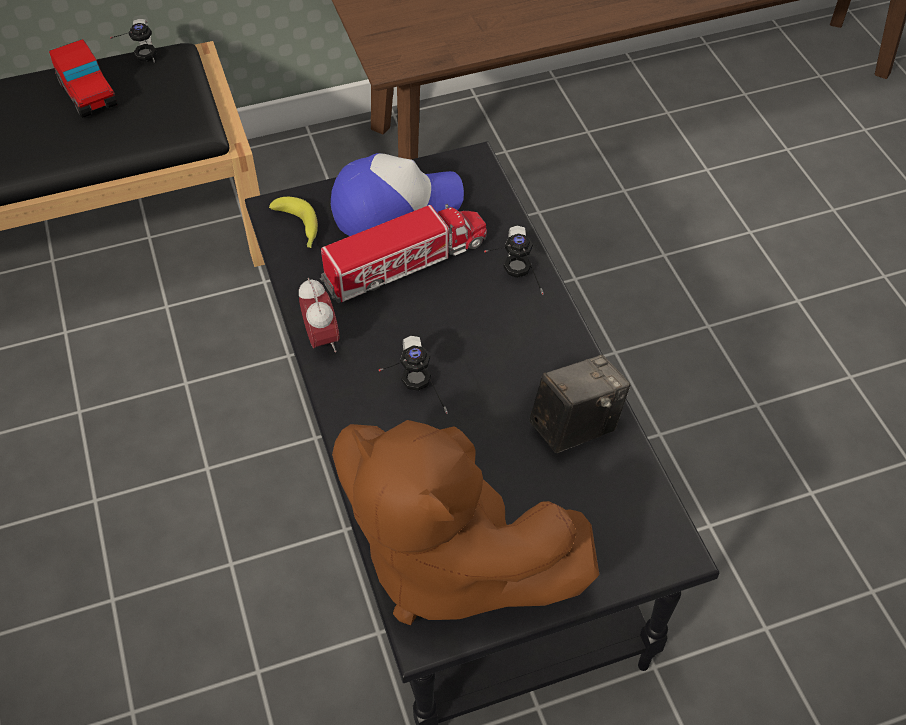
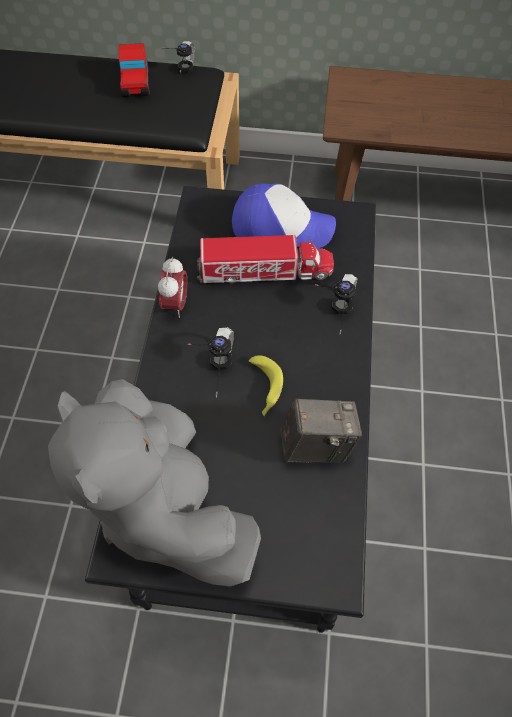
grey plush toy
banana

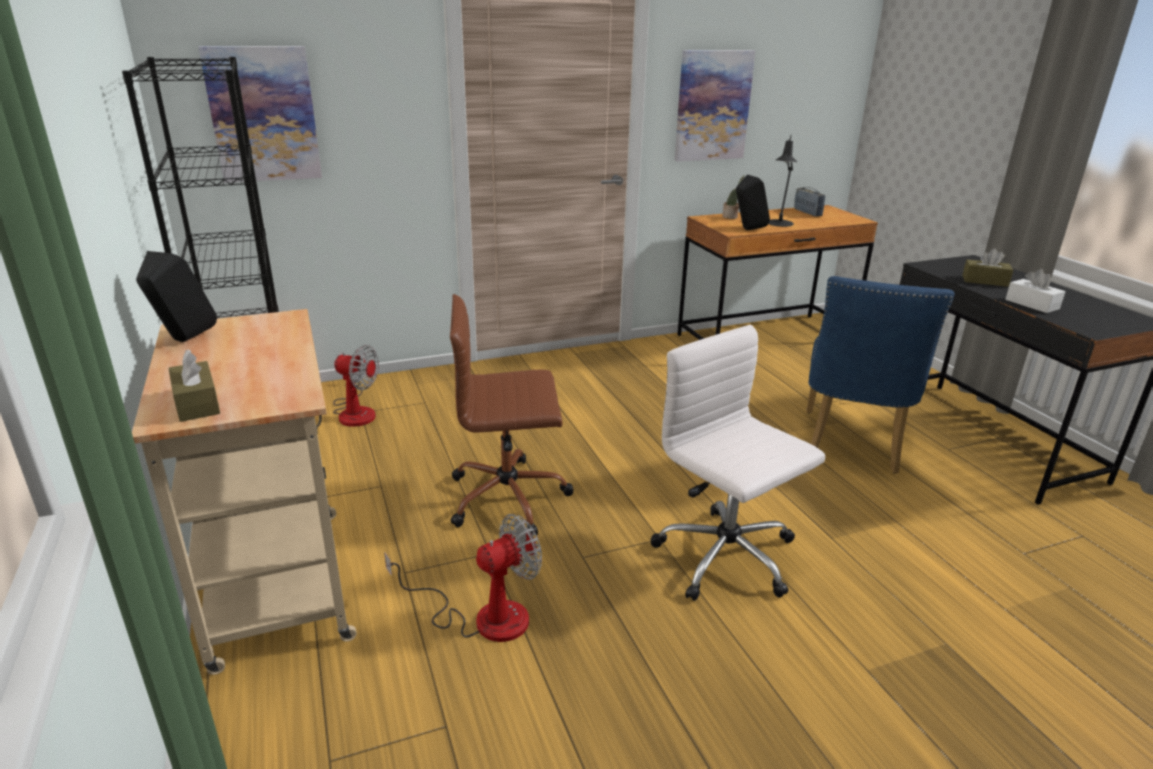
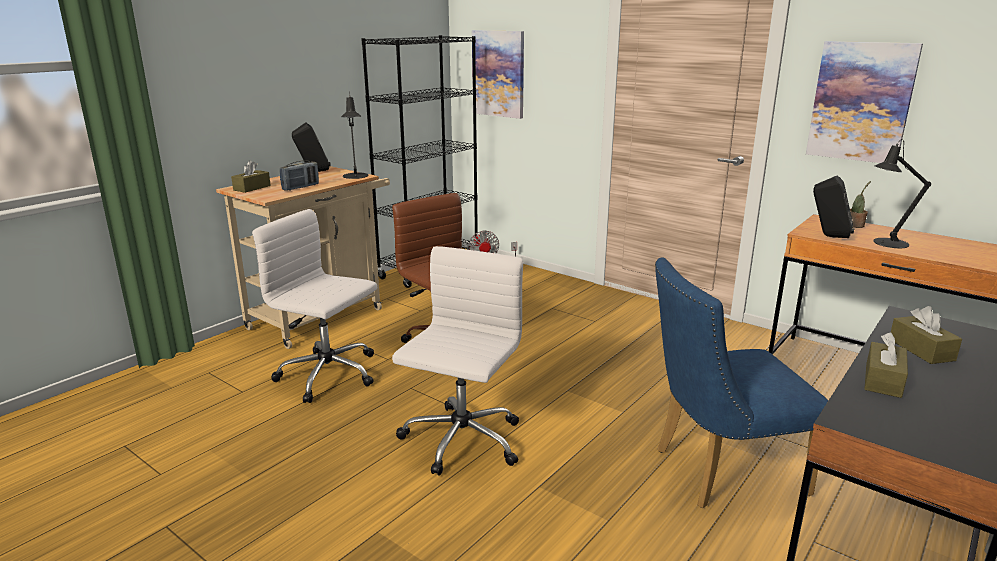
white office chair (1st from left)
radio
black table lamp (1st from left)
brown tissue box (2nd from left)

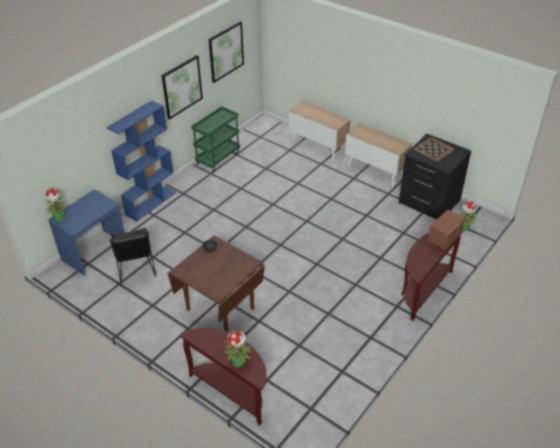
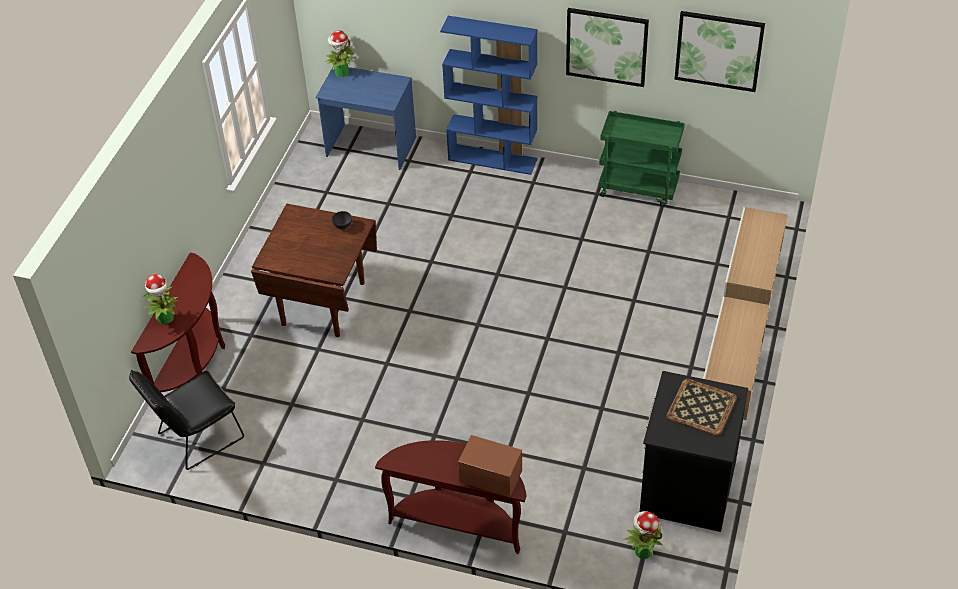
black chair

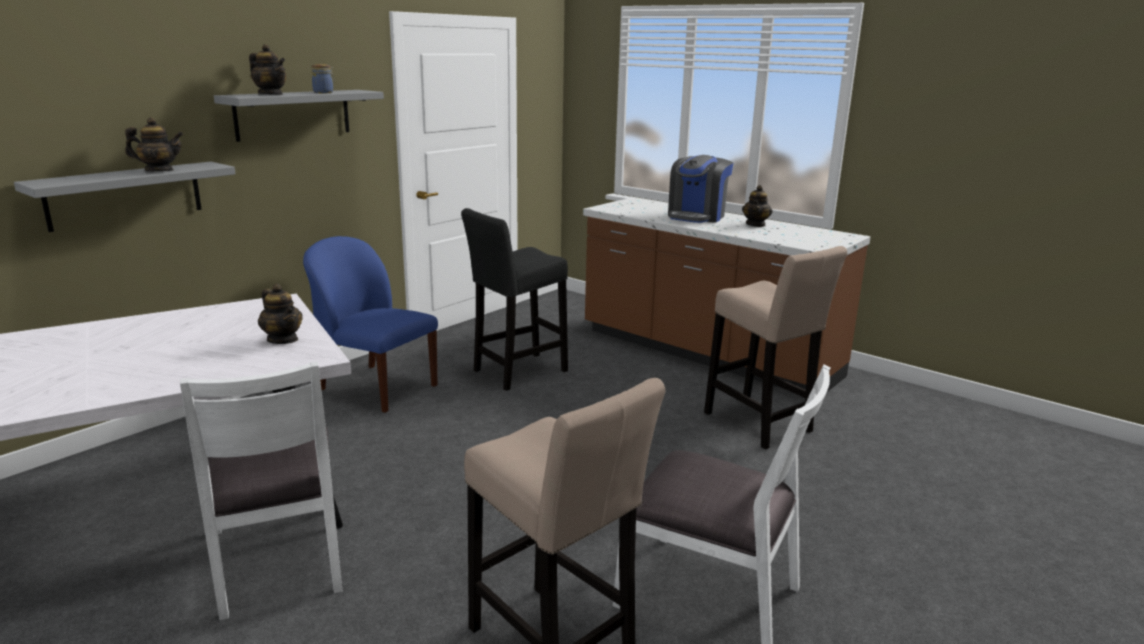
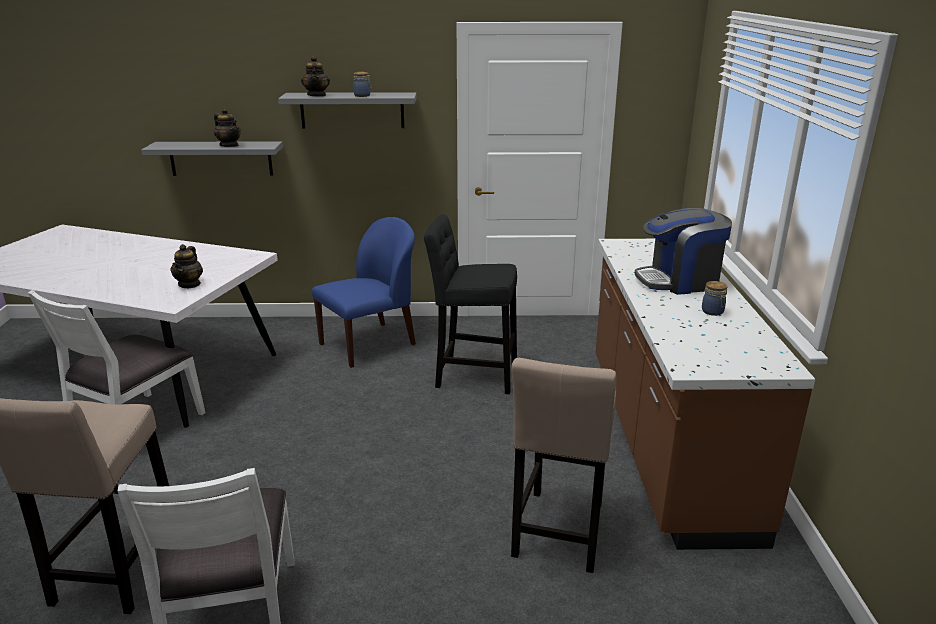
blue chair
jar (2nd from left)

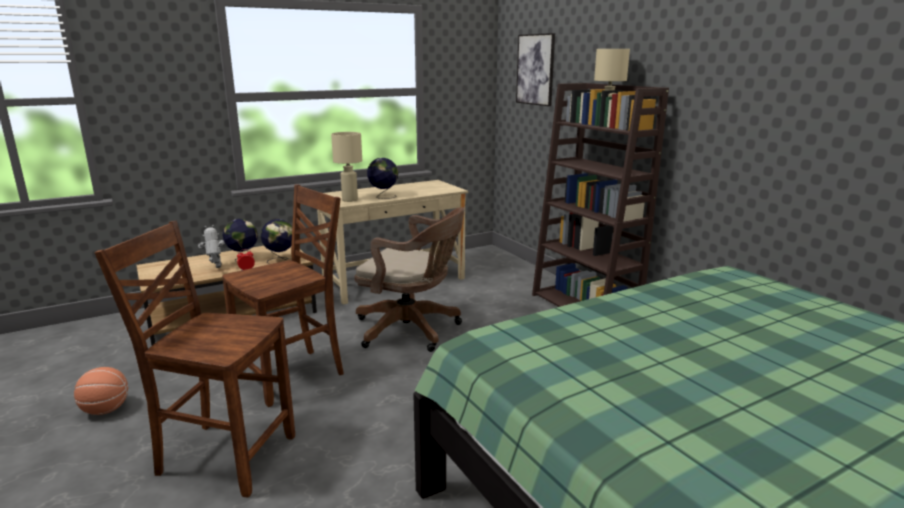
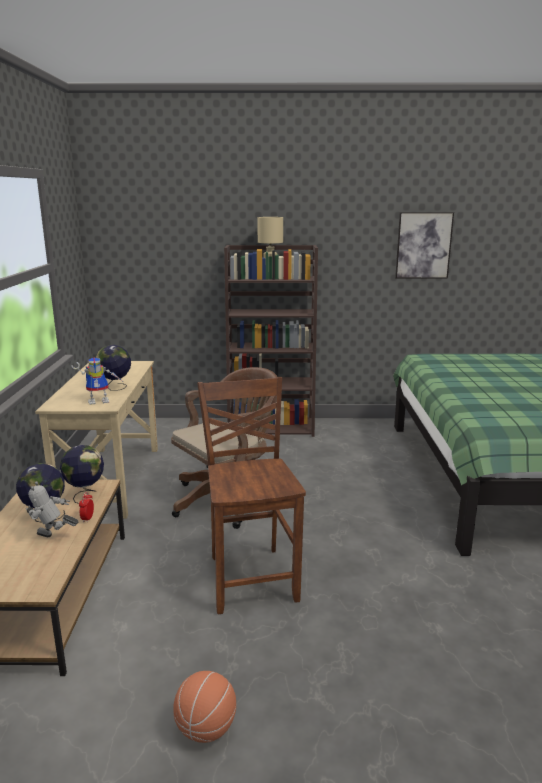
toy robot (2nd from left)
picture
brown chair (1st from left in the first image)

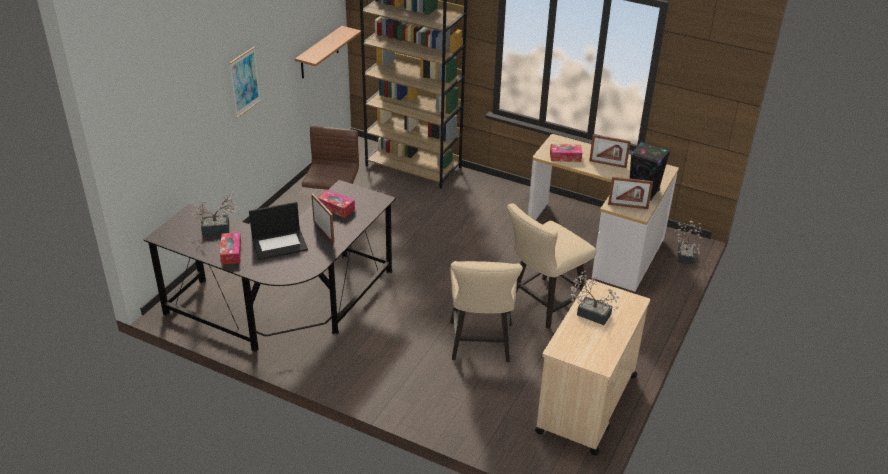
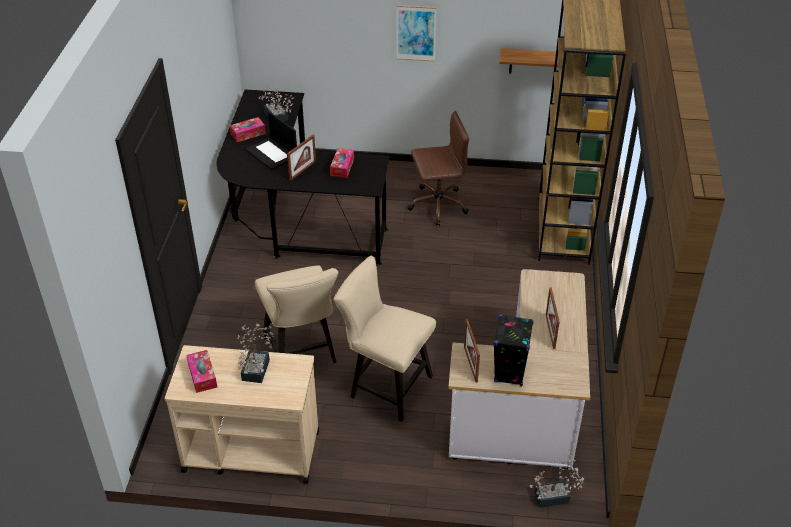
tissue box (1st from left)
beige chair (1st from left)

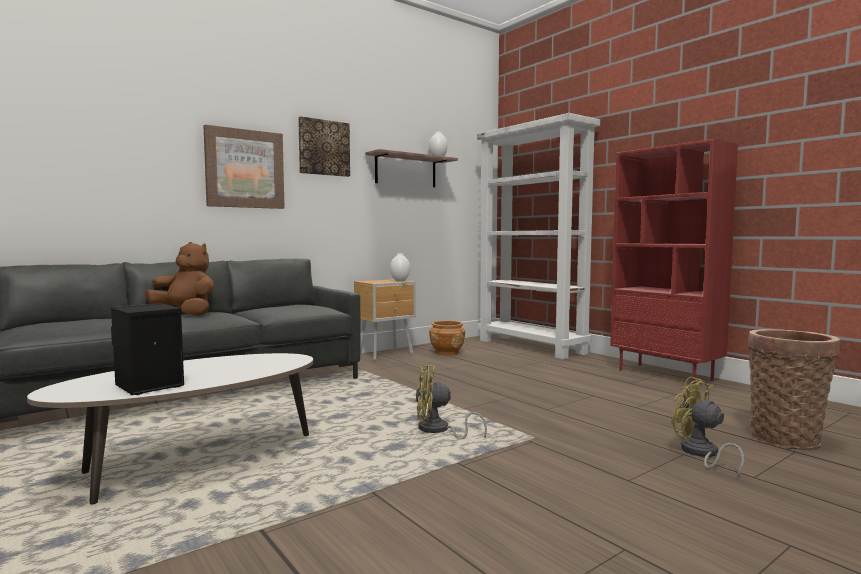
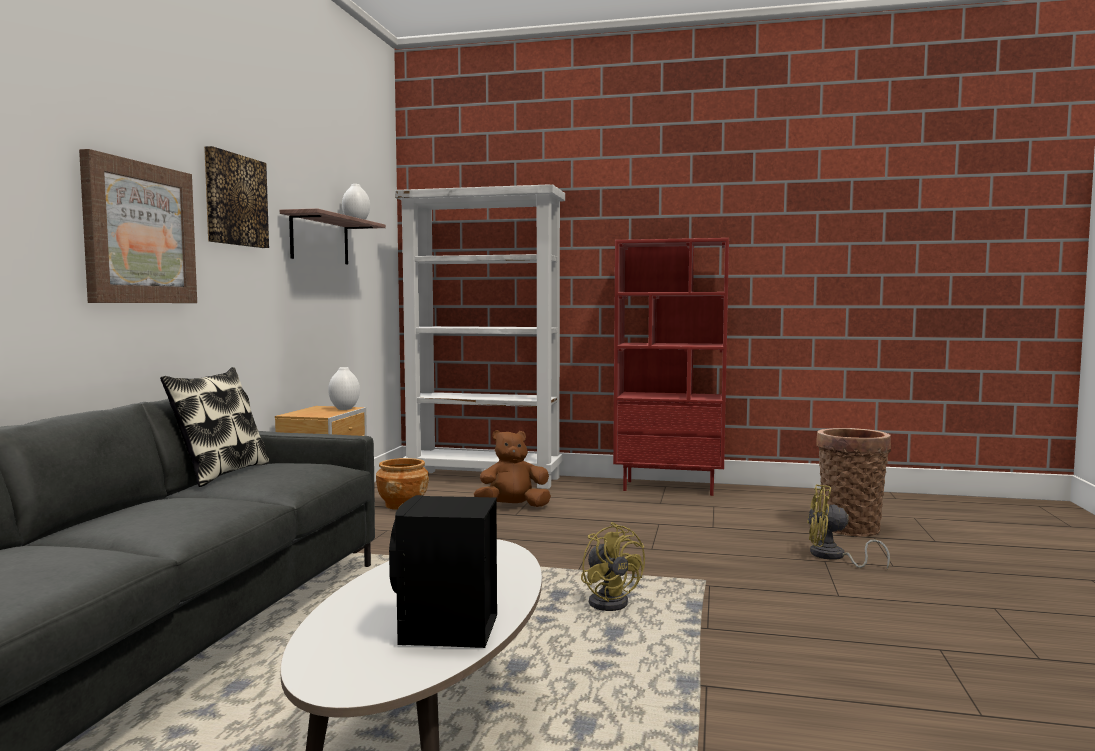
pillow
brown plush toy
yellow fan (1st from left)

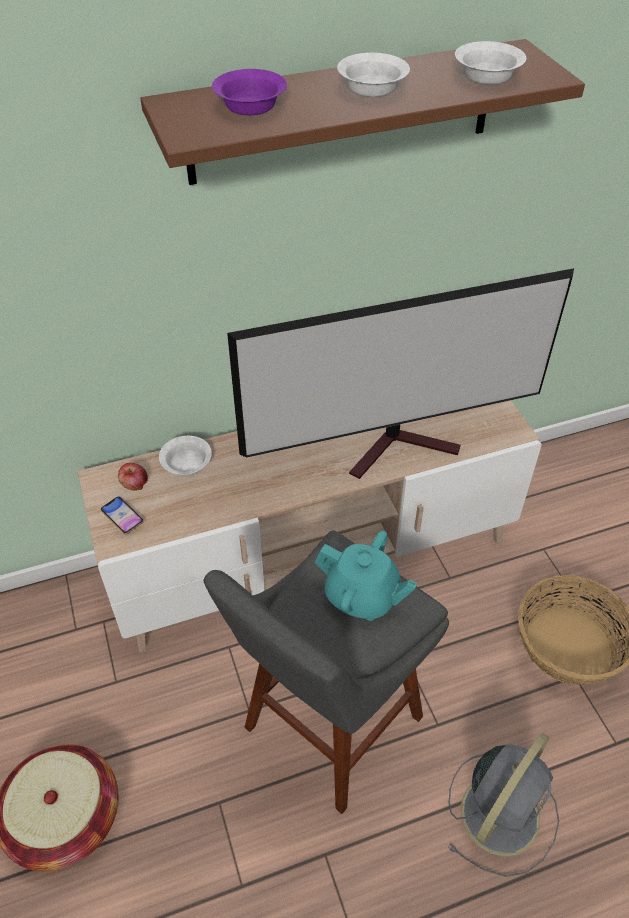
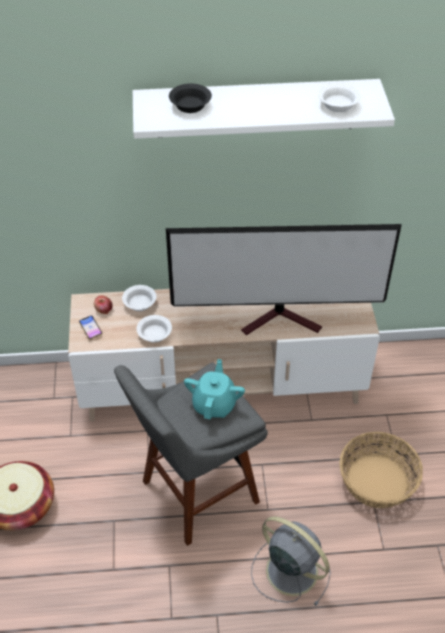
white shelf
white bowl (2nd from left)
black bowl
turquoise teapot
grey fan

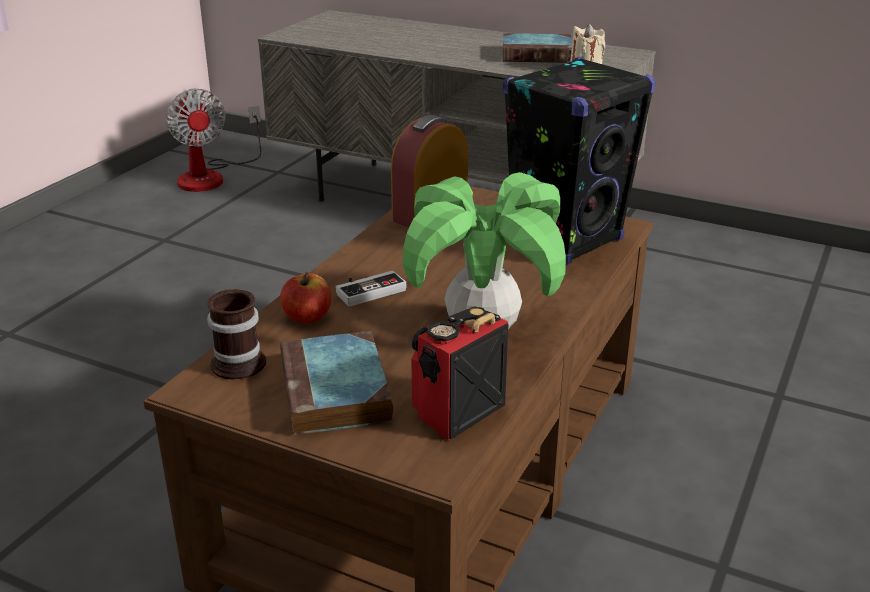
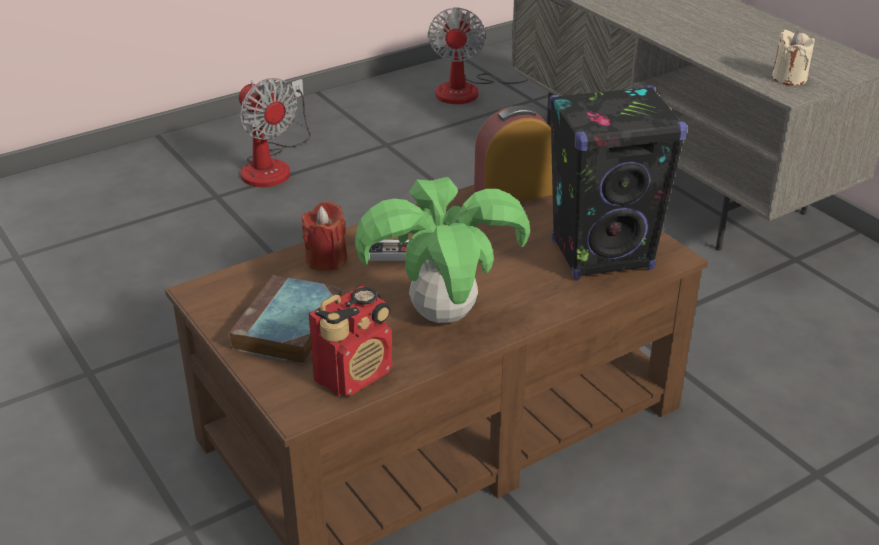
fan (1st from left)
red candle
radio
mug
book (2nd from left in the first image)

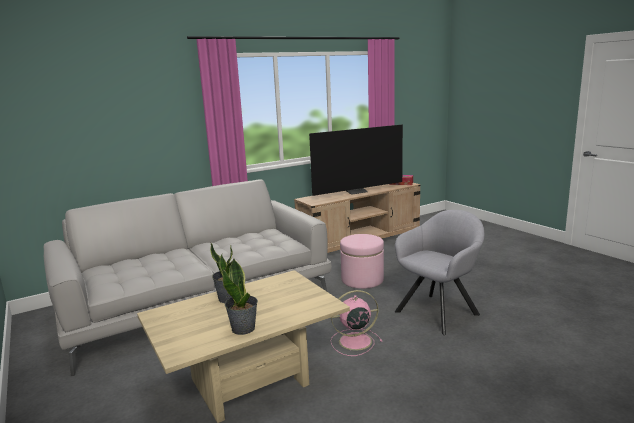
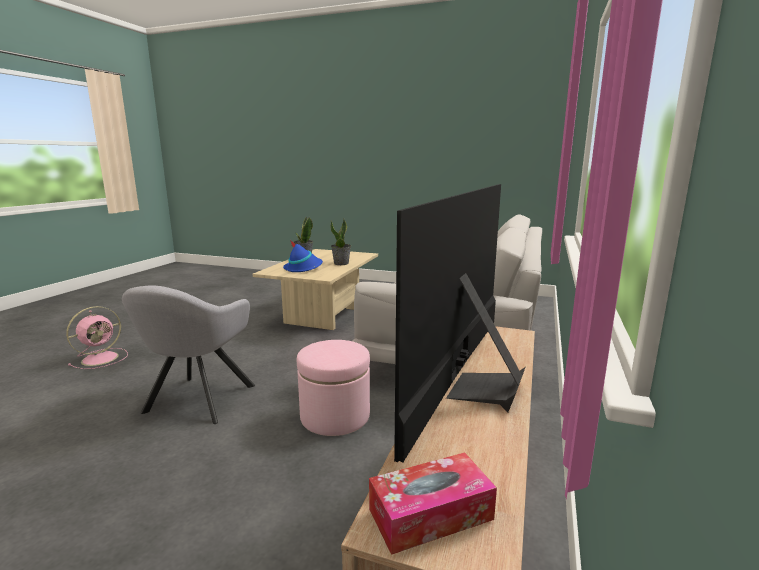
pink fan
blue hat

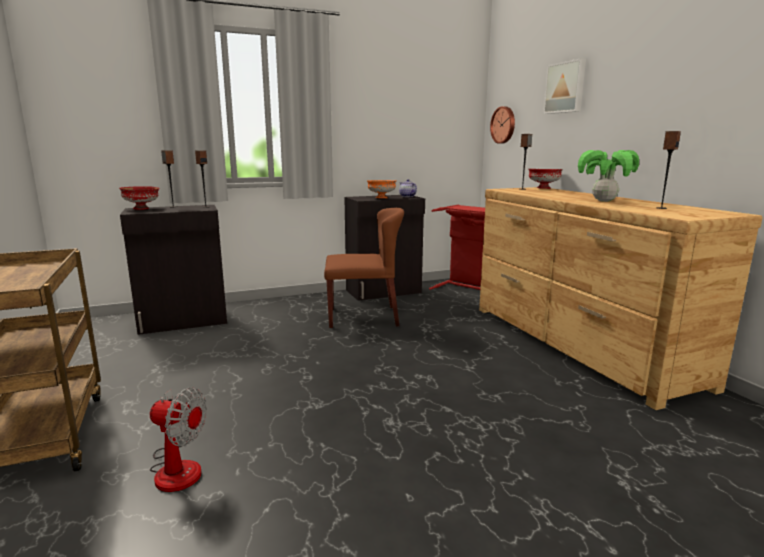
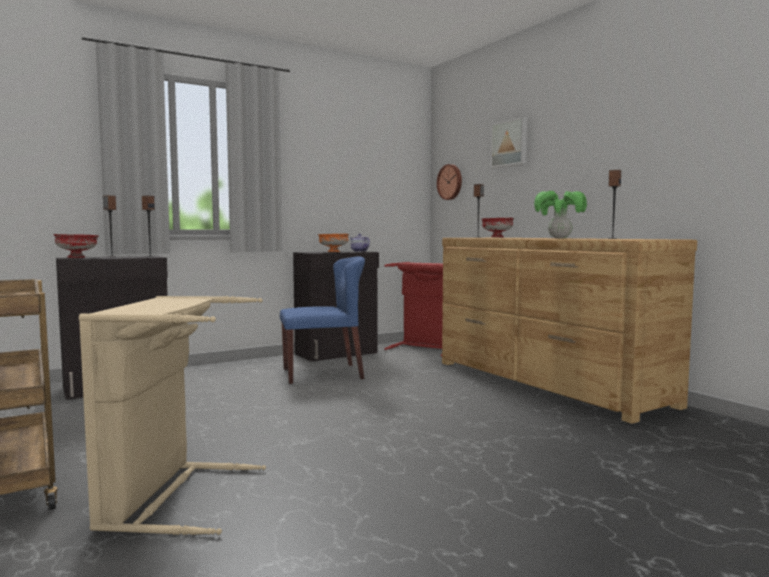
beige laundry basket
blue chair

